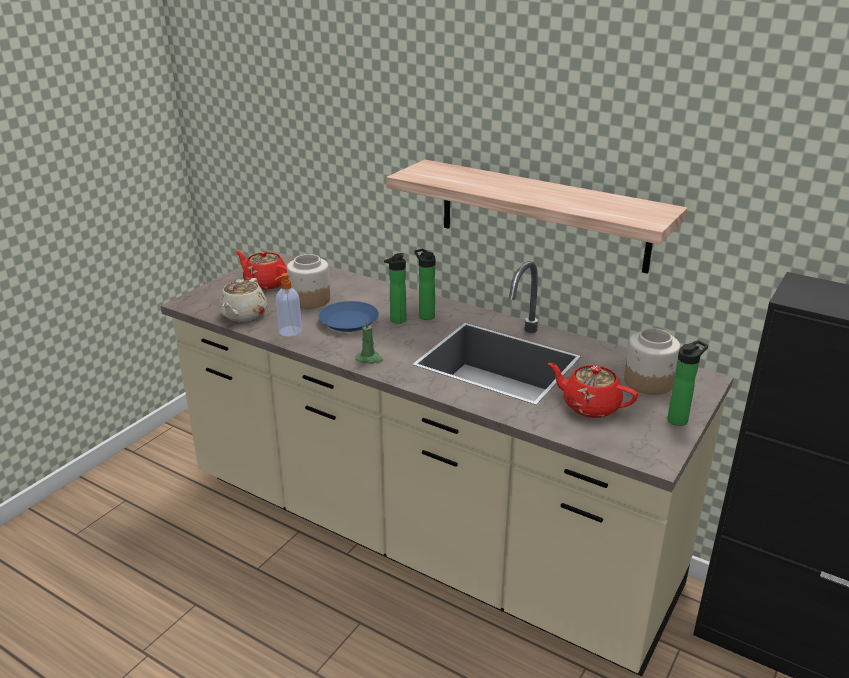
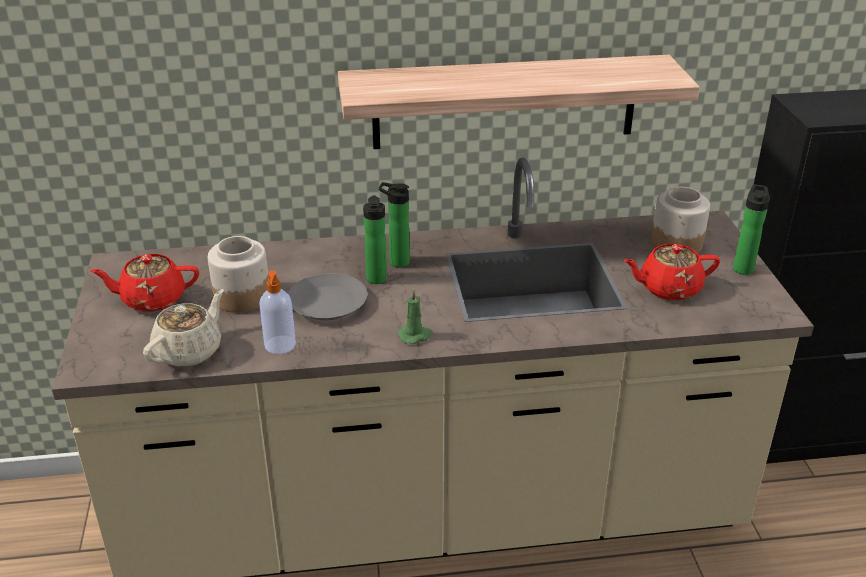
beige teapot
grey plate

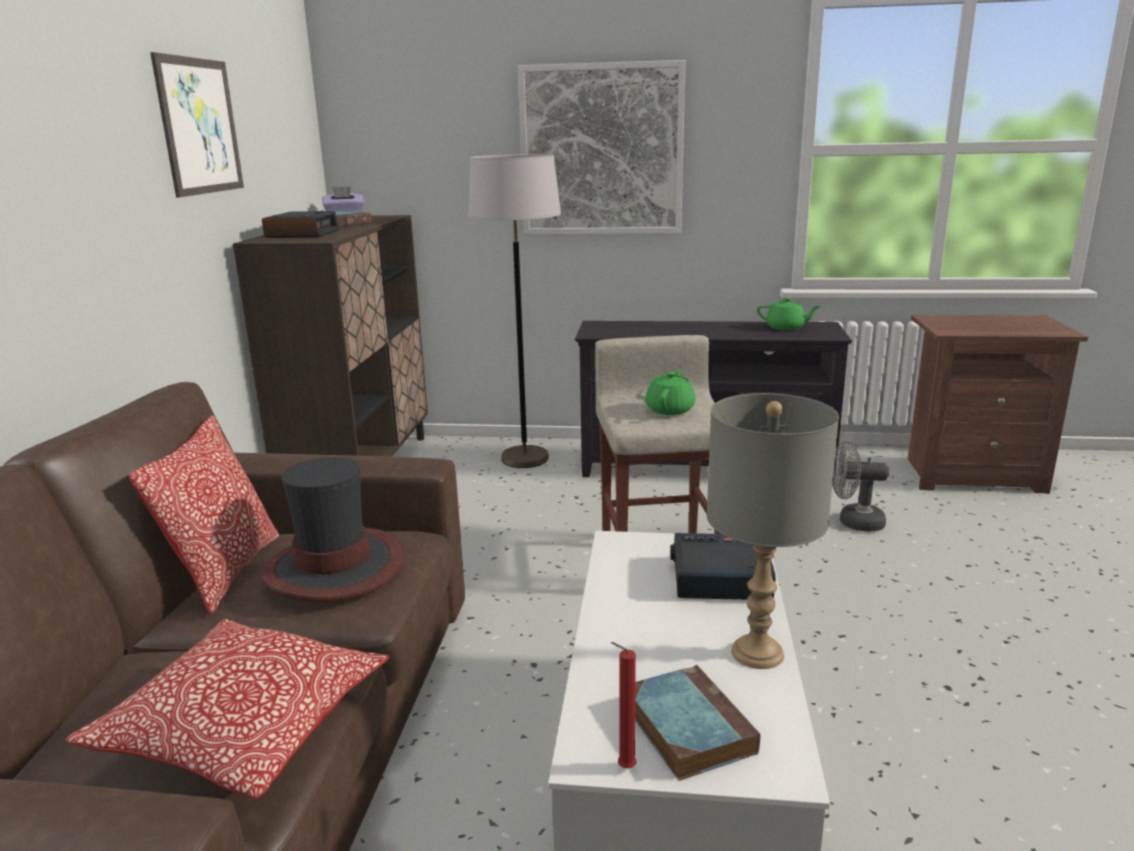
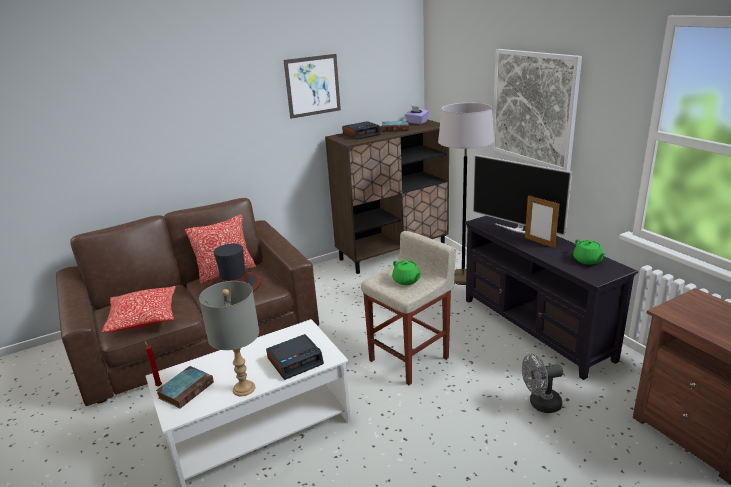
alarm clock (1st from left)
green teapot (1st from left)
television
grey fan
picture frame

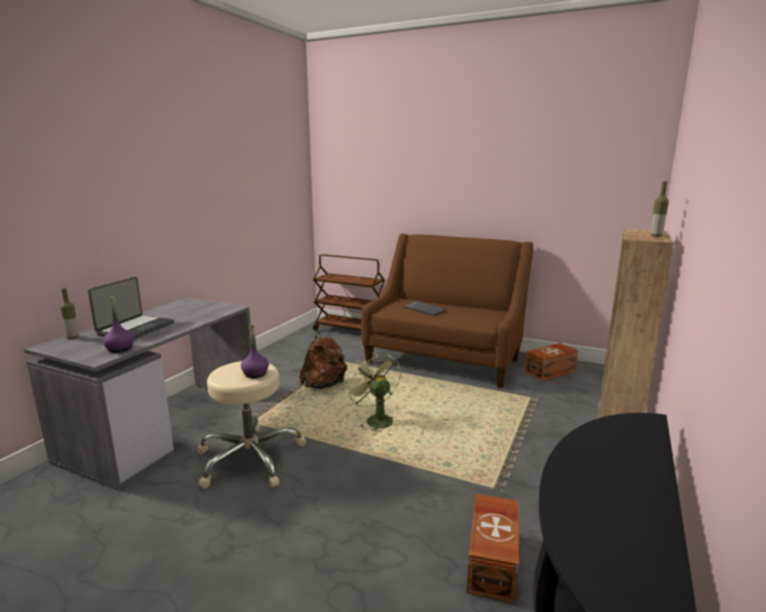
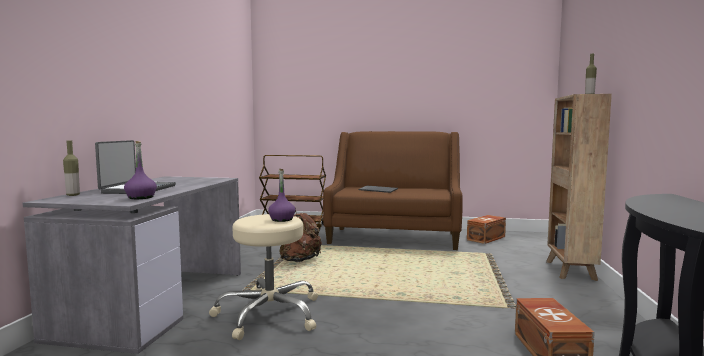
green fan

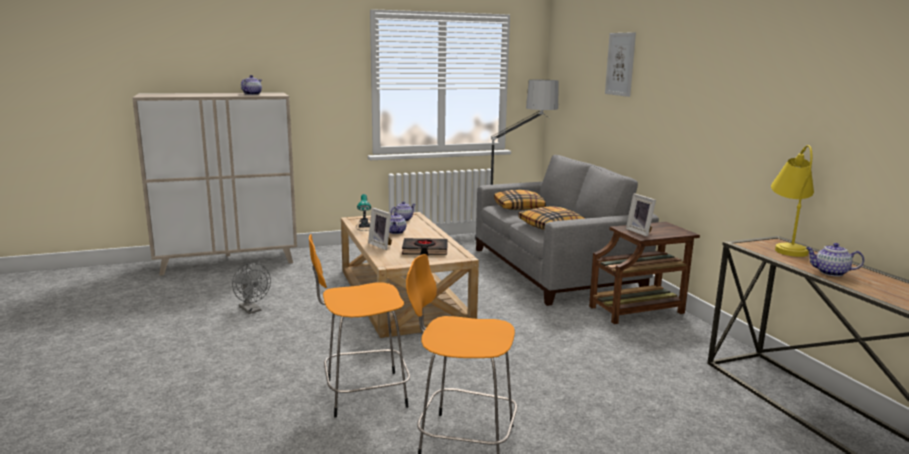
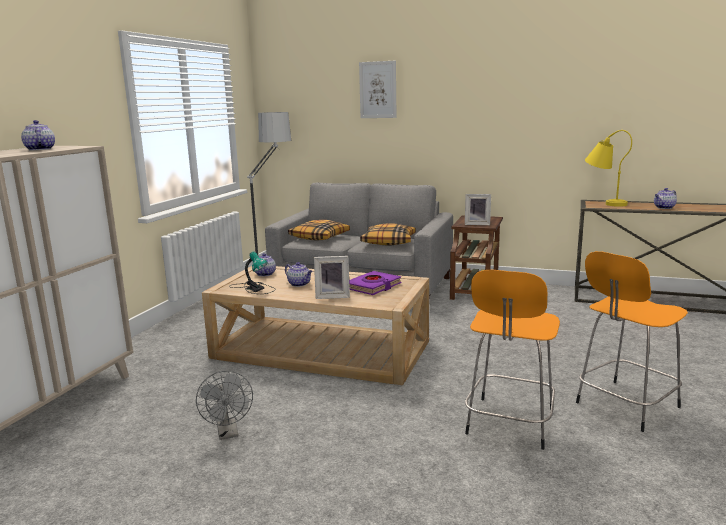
grey fan
purple book

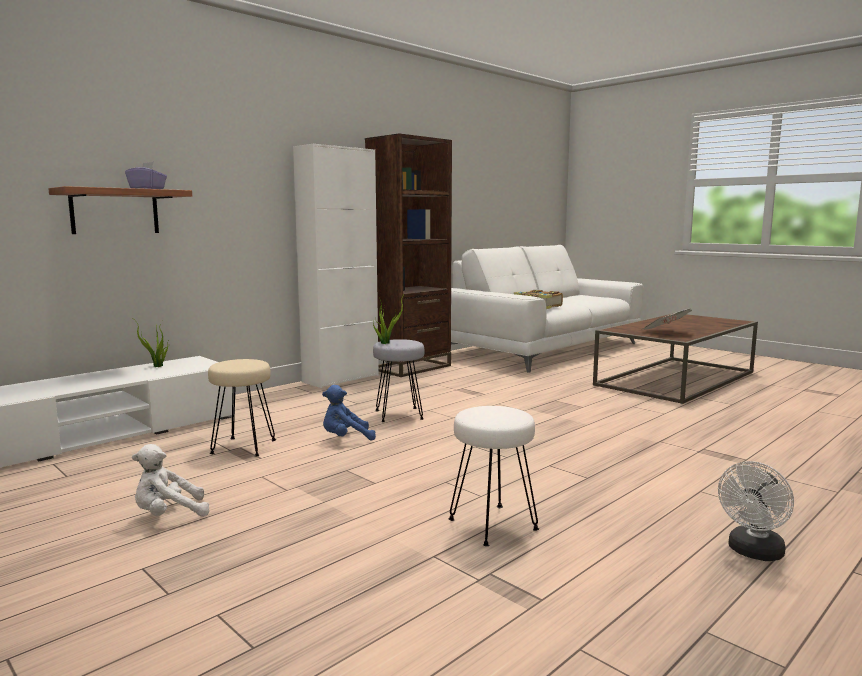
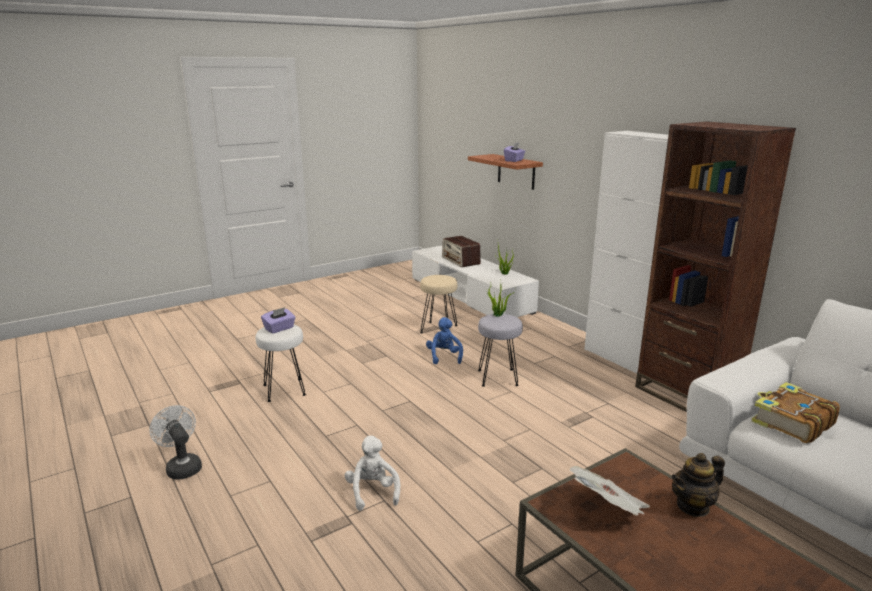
purple tissue box (1st from left)
white plush toy
radio
teapot

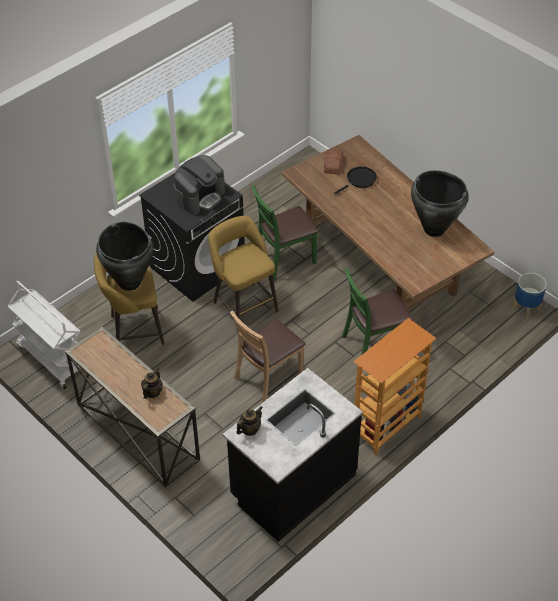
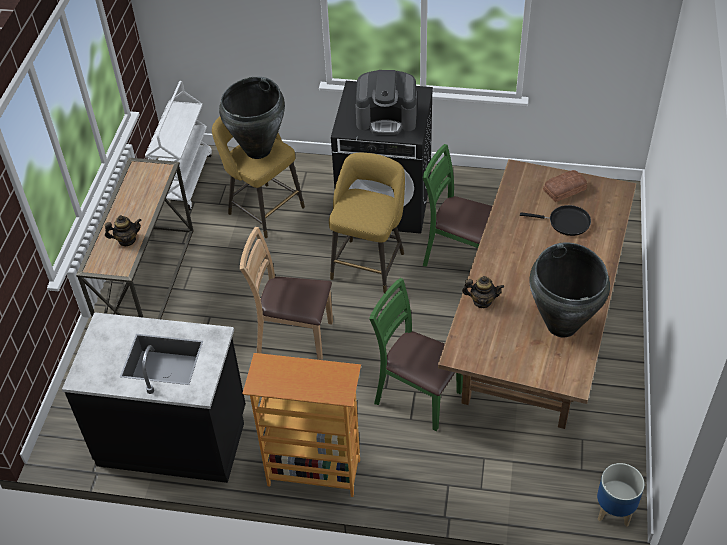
teapot (2nd from left)

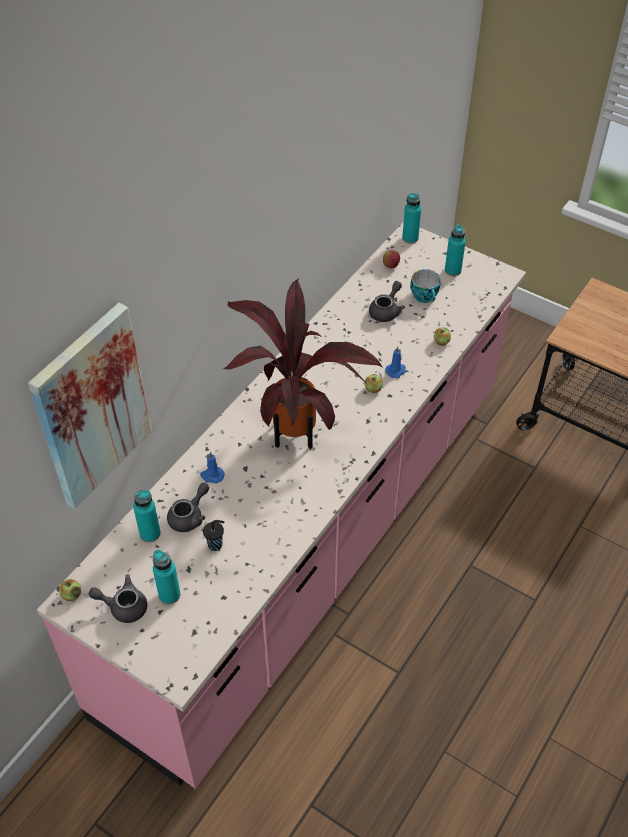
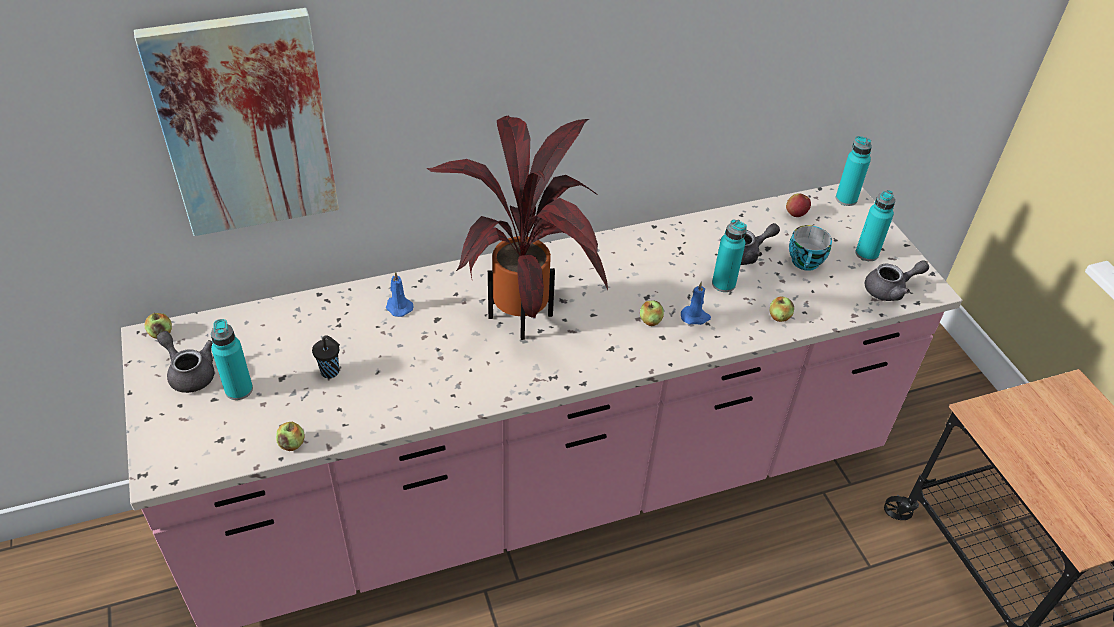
apple (2nd from left)
turquoise bottle (2nd from left)
grey teapot (3rd from left)

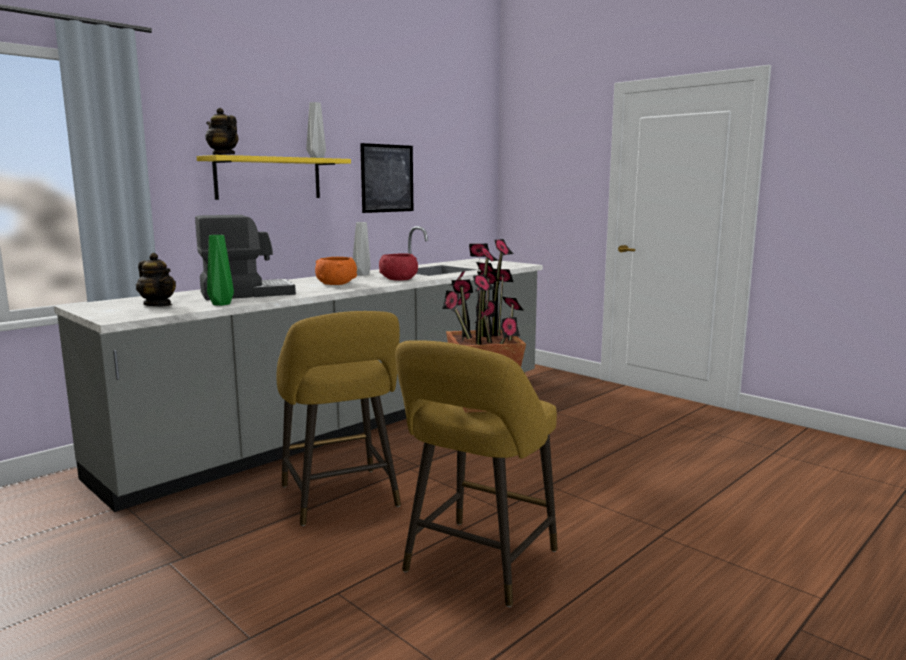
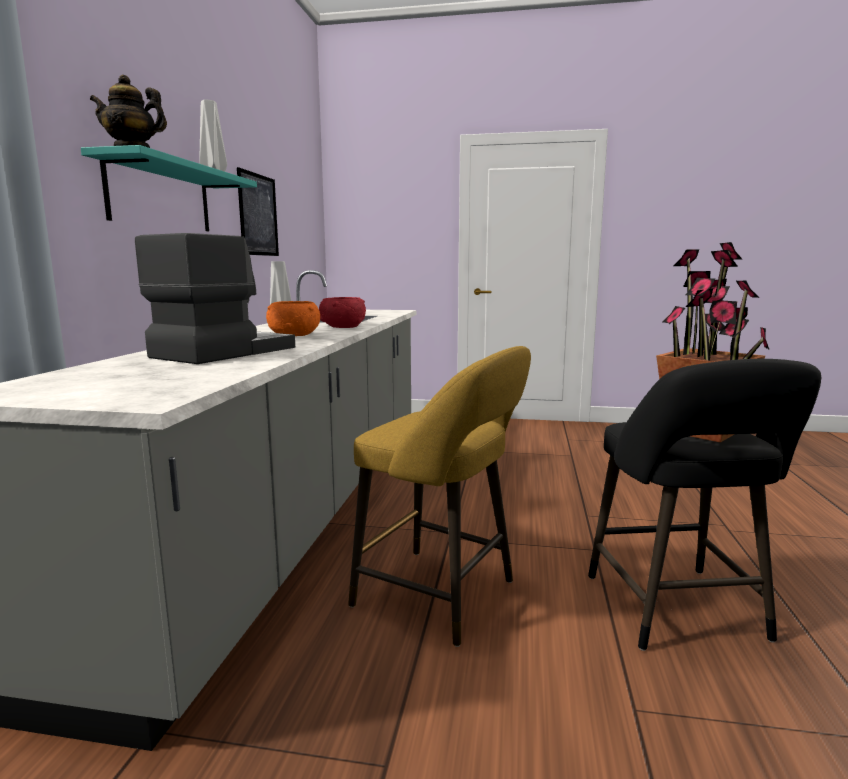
turquoise shelf
black stool
teapot (1st from left in the first image)
green vase

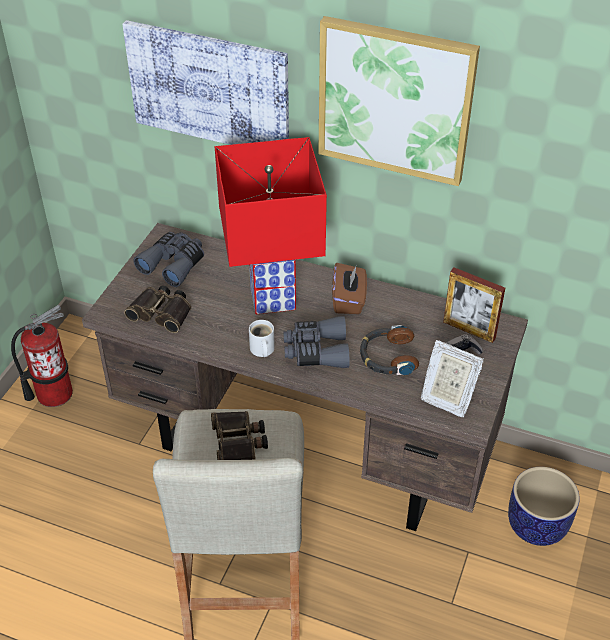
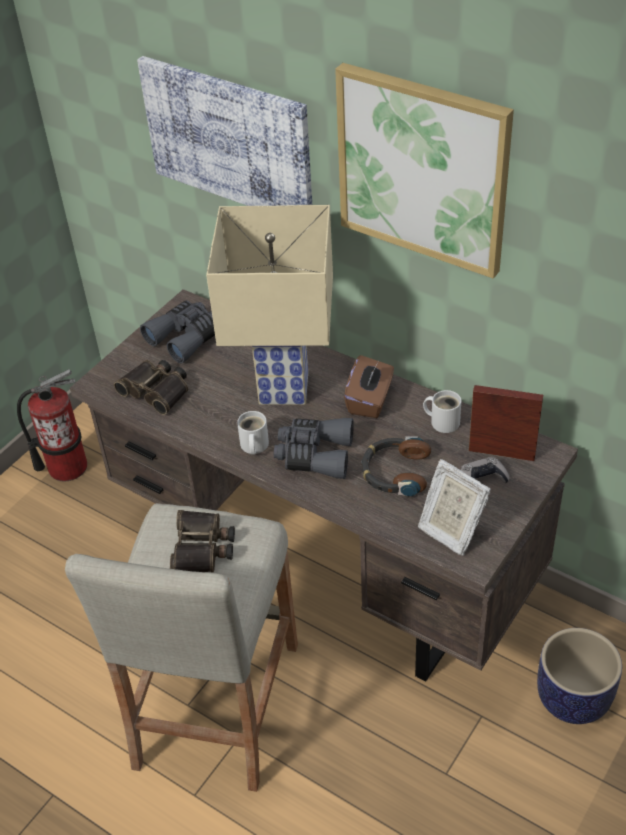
beige table lamp
white mug (2nd from left)
picture frame (2nd from left)

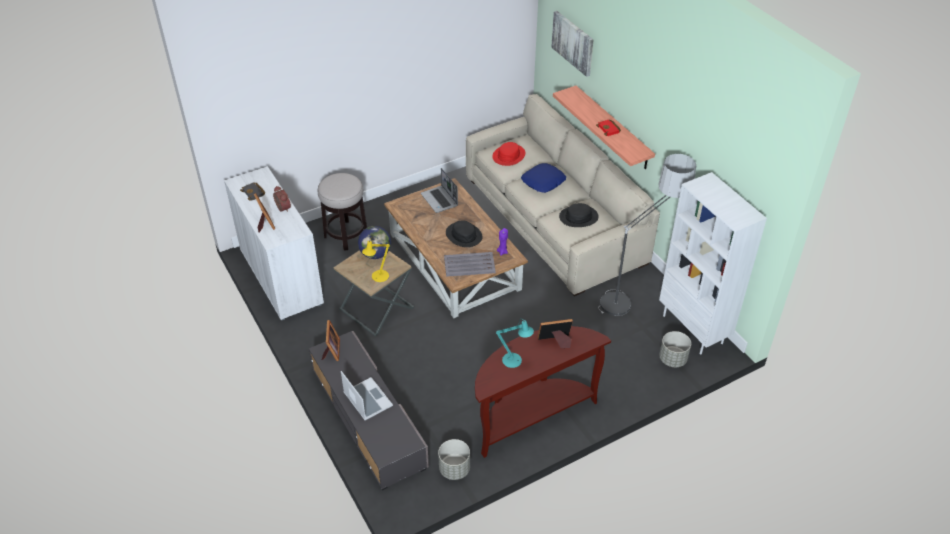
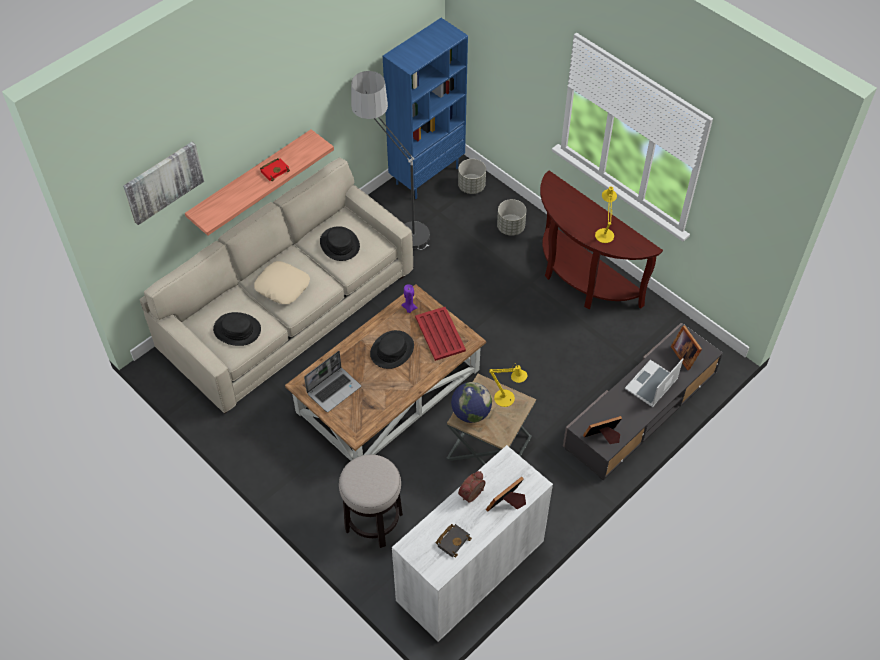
black hat (1st from left)
beige pillow
blue bookcase
red tray
grey planter (2nd from left)
yellow table lamp (2nd from left)
picture frame (3rd from left)

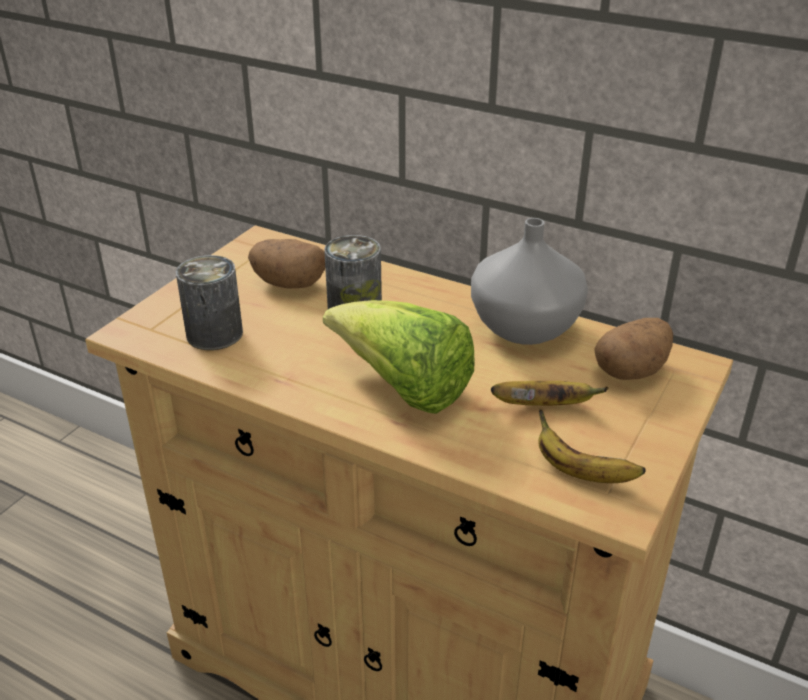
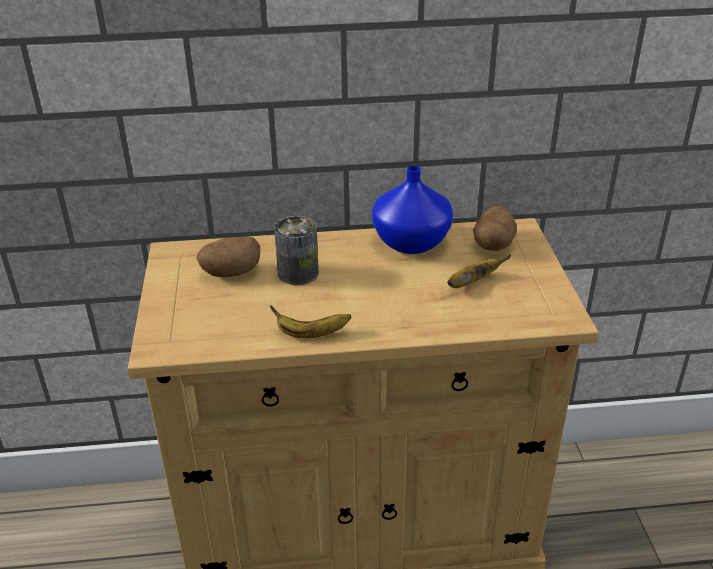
banana (1st from left)
blue vase
can (1st from left in the first image)
lettuce

